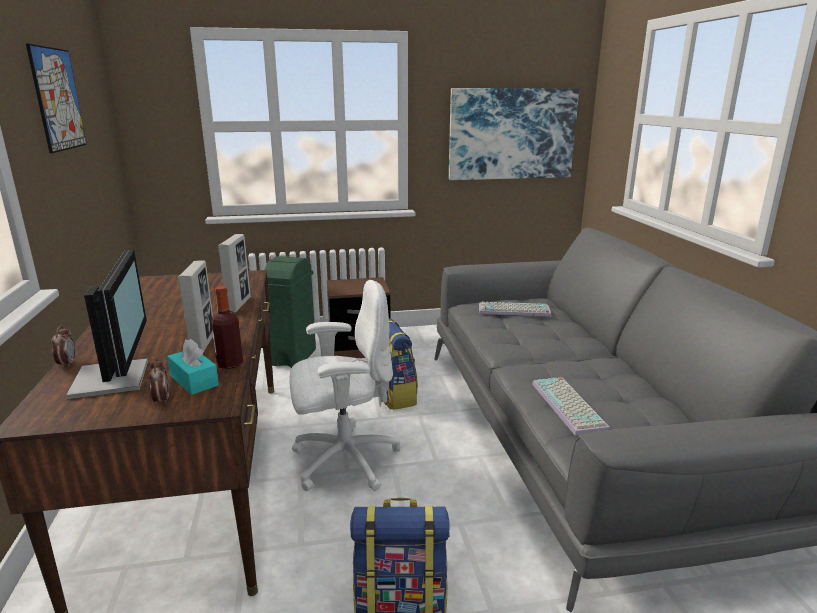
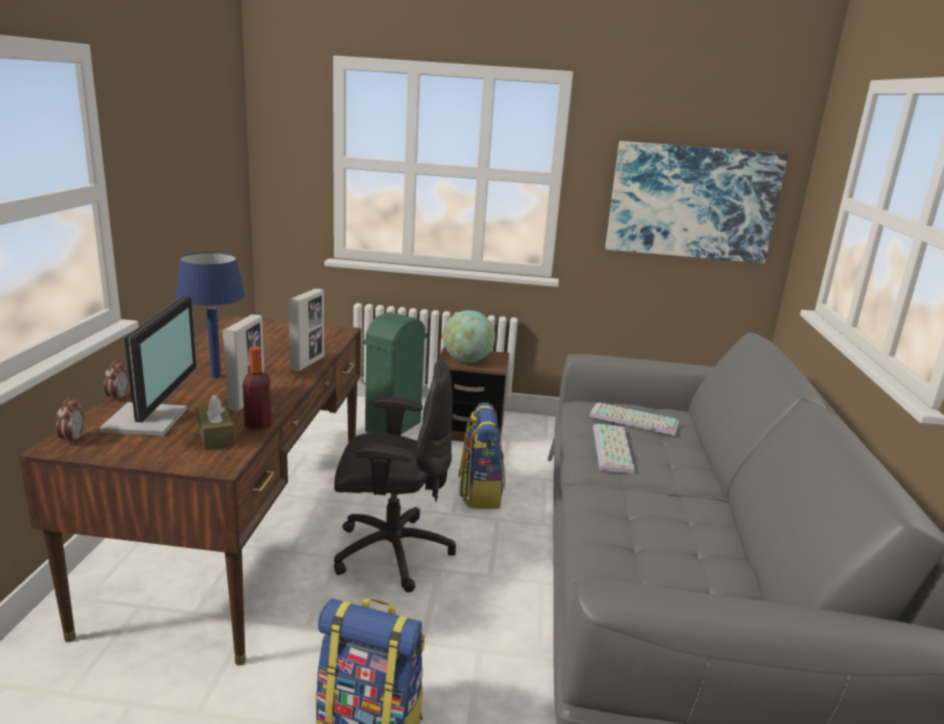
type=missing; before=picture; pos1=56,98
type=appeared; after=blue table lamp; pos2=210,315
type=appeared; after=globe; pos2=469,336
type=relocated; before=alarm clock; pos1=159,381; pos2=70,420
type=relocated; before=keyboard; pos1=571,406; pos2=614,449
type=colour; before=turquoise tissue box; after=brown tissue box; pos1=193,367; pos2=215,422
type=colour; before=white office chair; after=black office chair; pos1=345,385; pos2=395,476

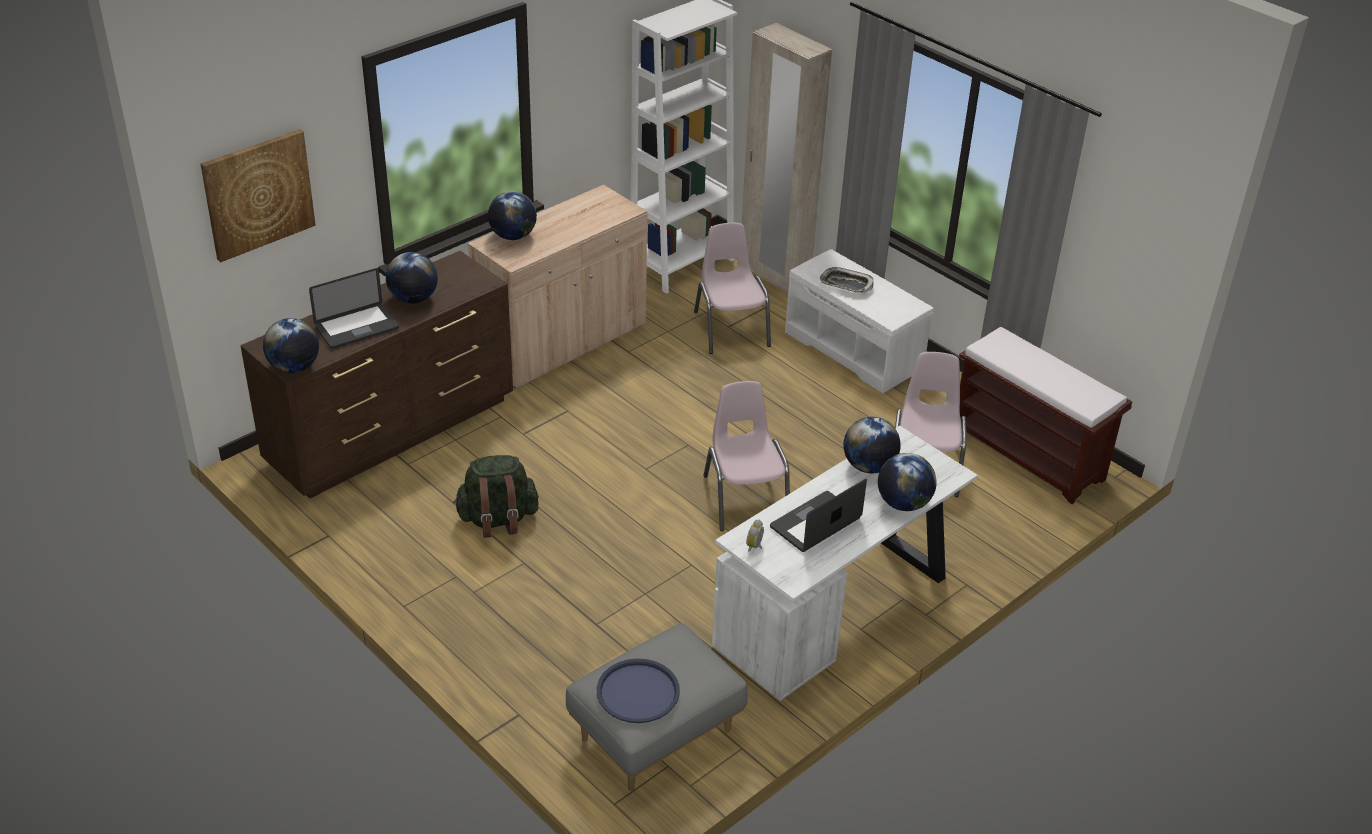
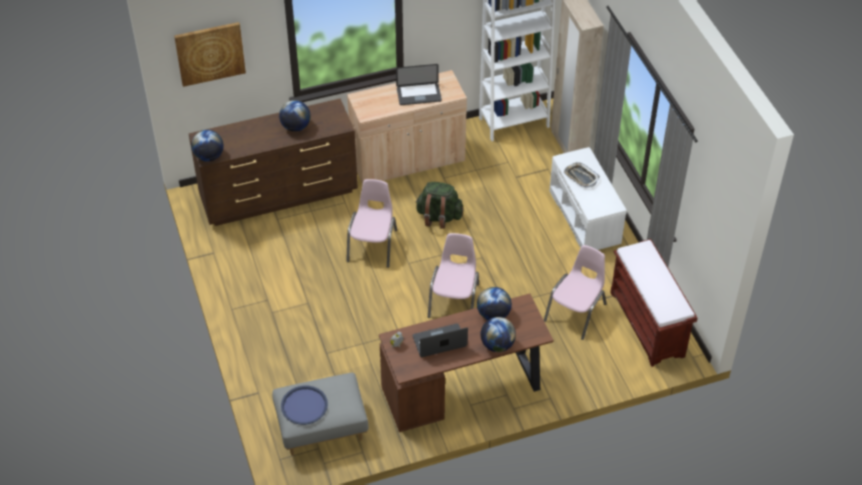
type=missing; before=globe; pos1=512,215
type=relocated; before=laptop; pos1=354,308; pos2=419,84
type=relocated; before=green backpack; pos1=496,496; pos2=439,205
type=relocated; before=pink chair; pos1=732,288; pos2=371,223
type=colour; before=white desk; after=brown desk; pos1=845,563; pos2=466,363

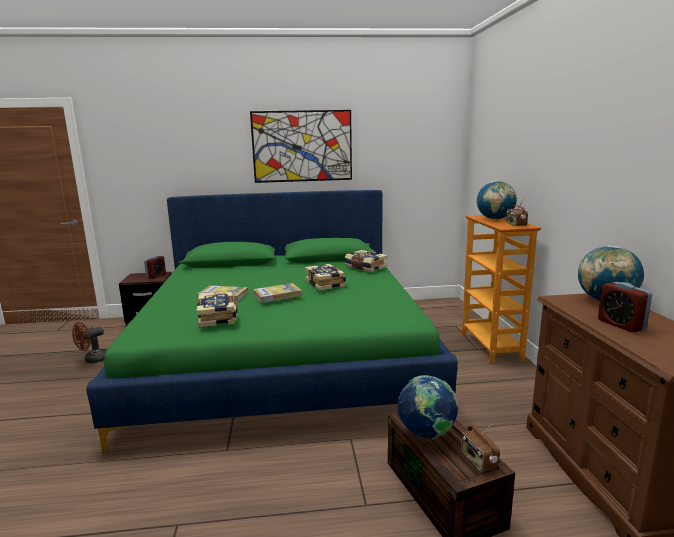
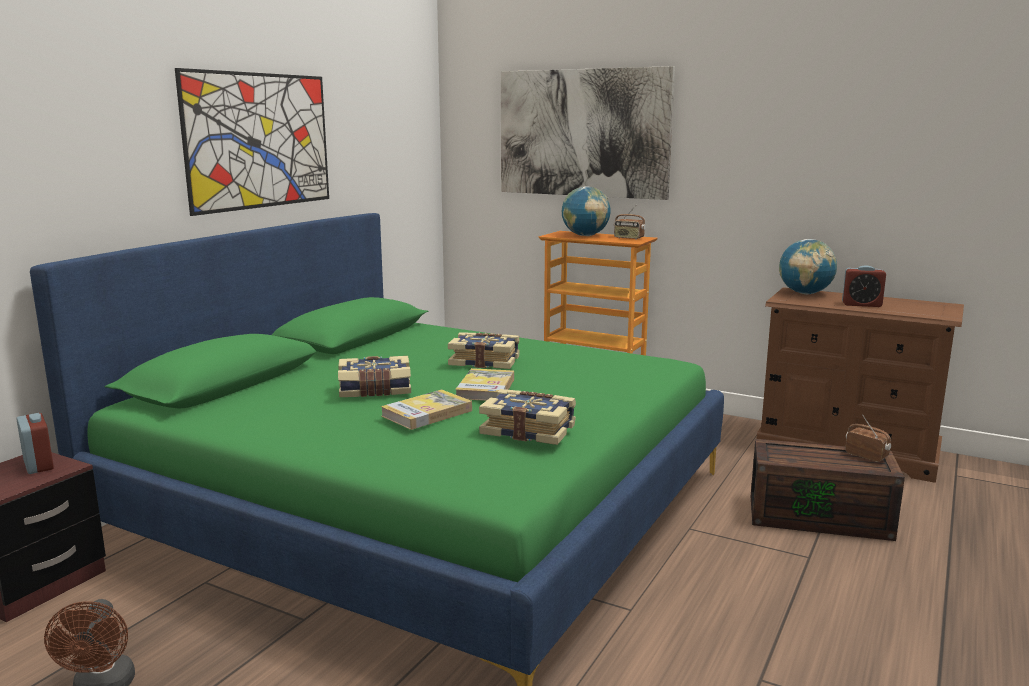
type=missing; before=globe; pos1=428,407
type=appeared; after=picture; pos2=588,133
type=relocated; before=book; pos1=366,261; pos2=374,376
type=spun; before=radio; pos1=480,448; pos2=868,438; turn=-150

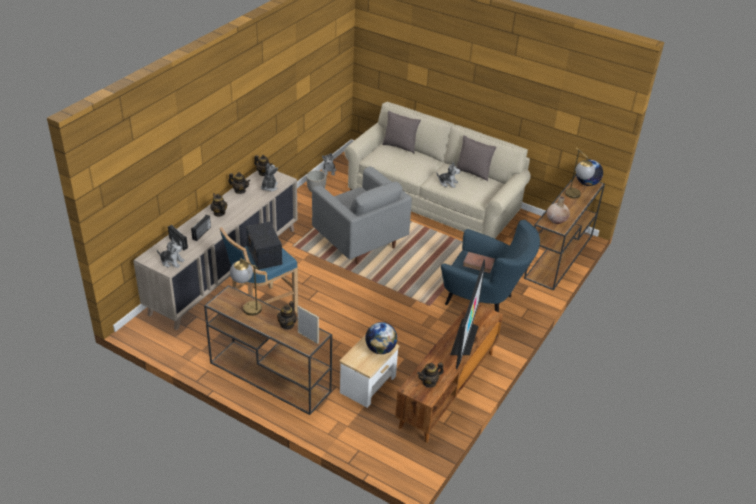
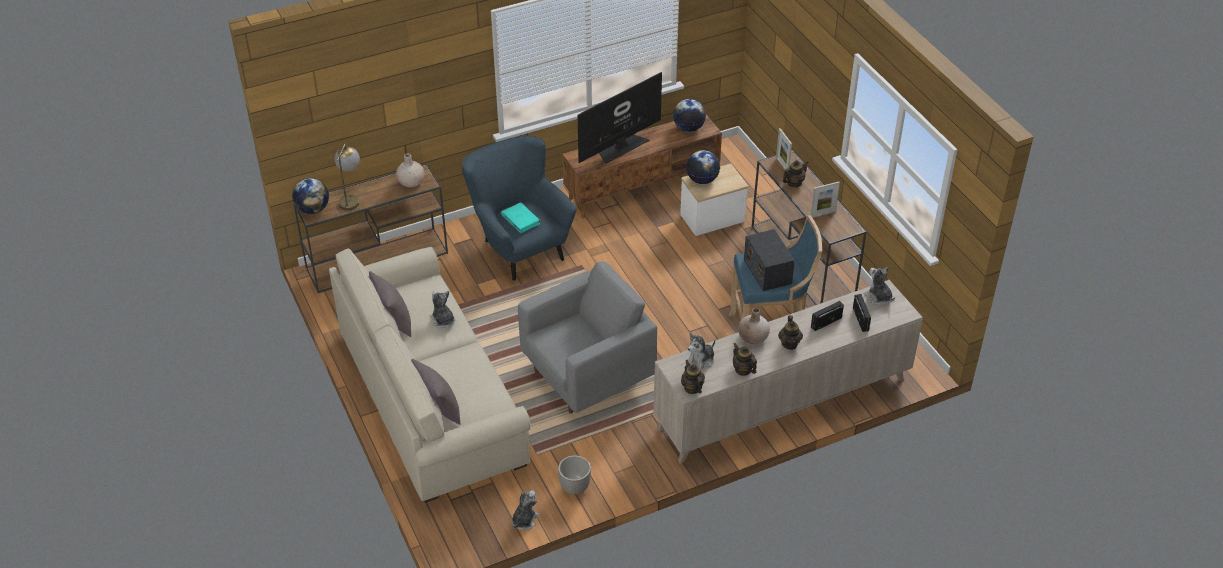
type=appeared; after=beige vase; pos2=754,326
type=exchanged; before=table lamp; after=picture frame; pos1=246,287; pos2=825,199
type=exchanged; before=teapot; after=globe; pos1=430,375; pos2=689,115
type=colour; before=brown book; after=turquoise book; pos1=479,262; pos2=520,217
type=spun; before=radio; pos1=264,246; pos2=769,260; turn=150
type=spun; before=grey armchair; pos1=362,215; pos2=587,337; turn=60

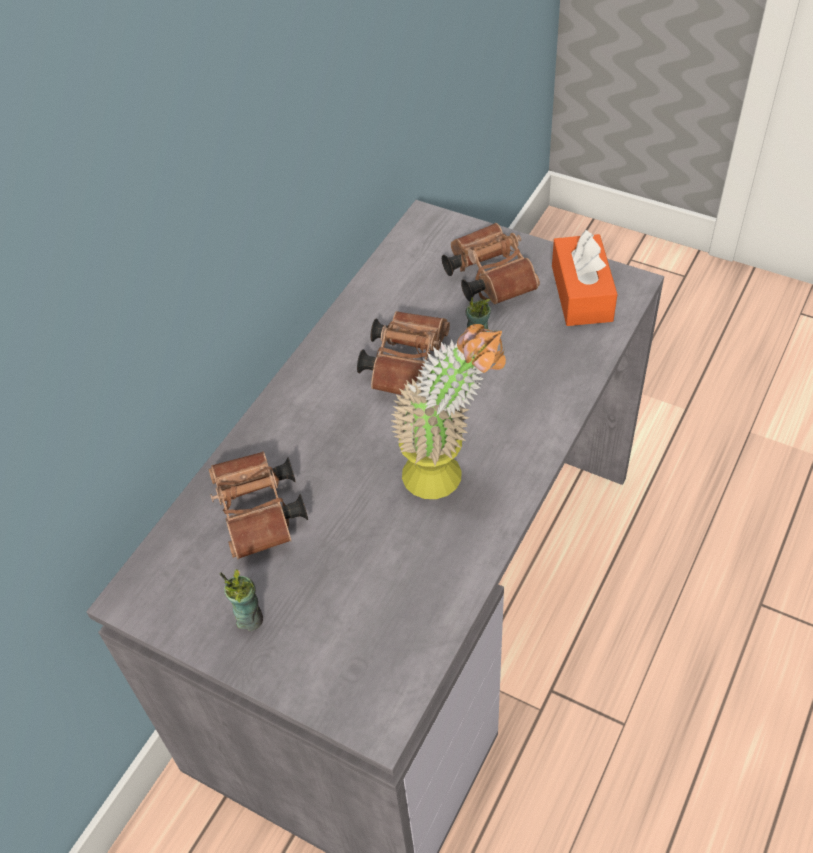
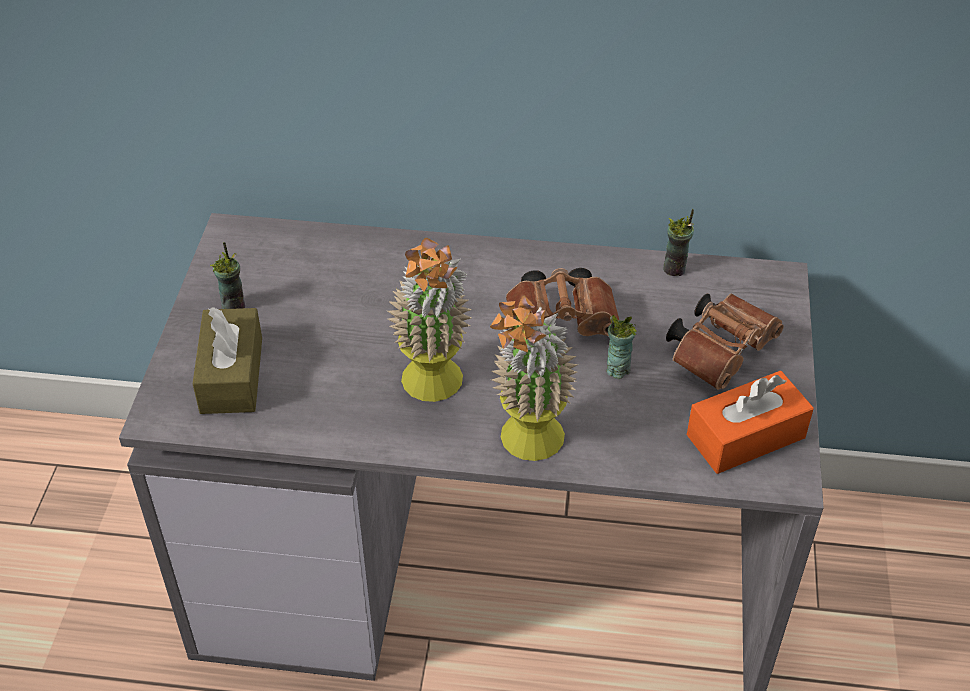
type=missing; before=brown binoculars; pos1=258,505
type=appeared; after=brown tissue box; pos2=227,360
type=appeared; after=potted plant; pos2=534,378
type=appeared; after=cup; pos2=678,242

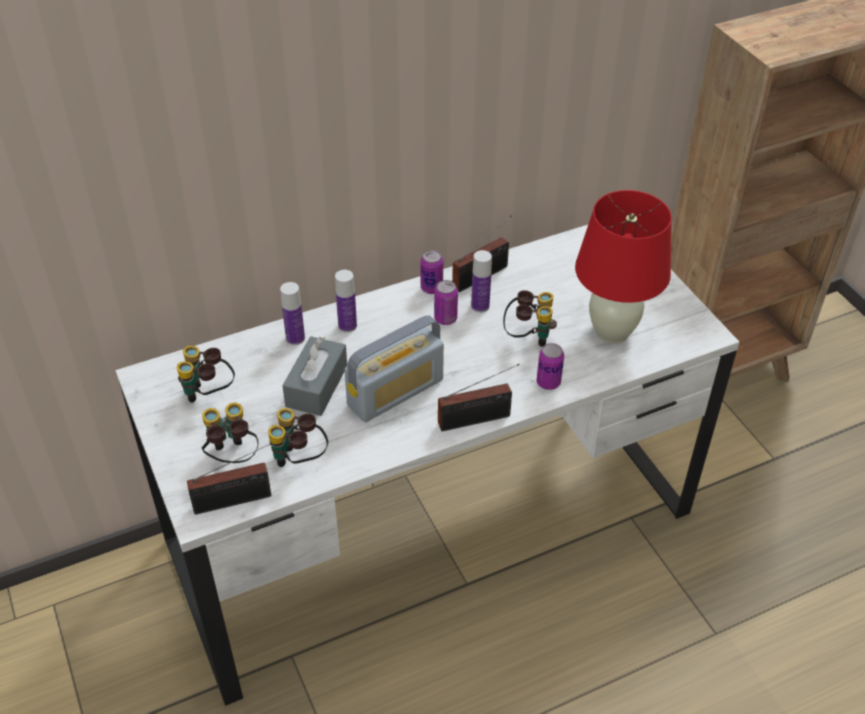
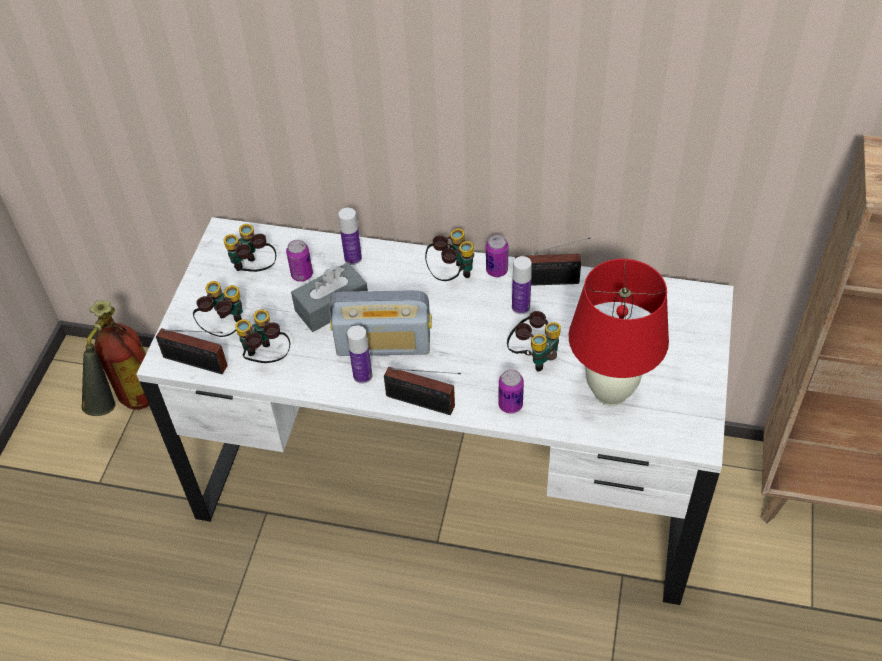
type=appeared; after=fire extinguisher; pos2=115,358
type=appeared; after=binoculars; pos2=449,255
type=relocated; before=bottle; pos1=346,301; pos2=359,354
type=relocated; before=can; pos1=446,302; pos2=299,261

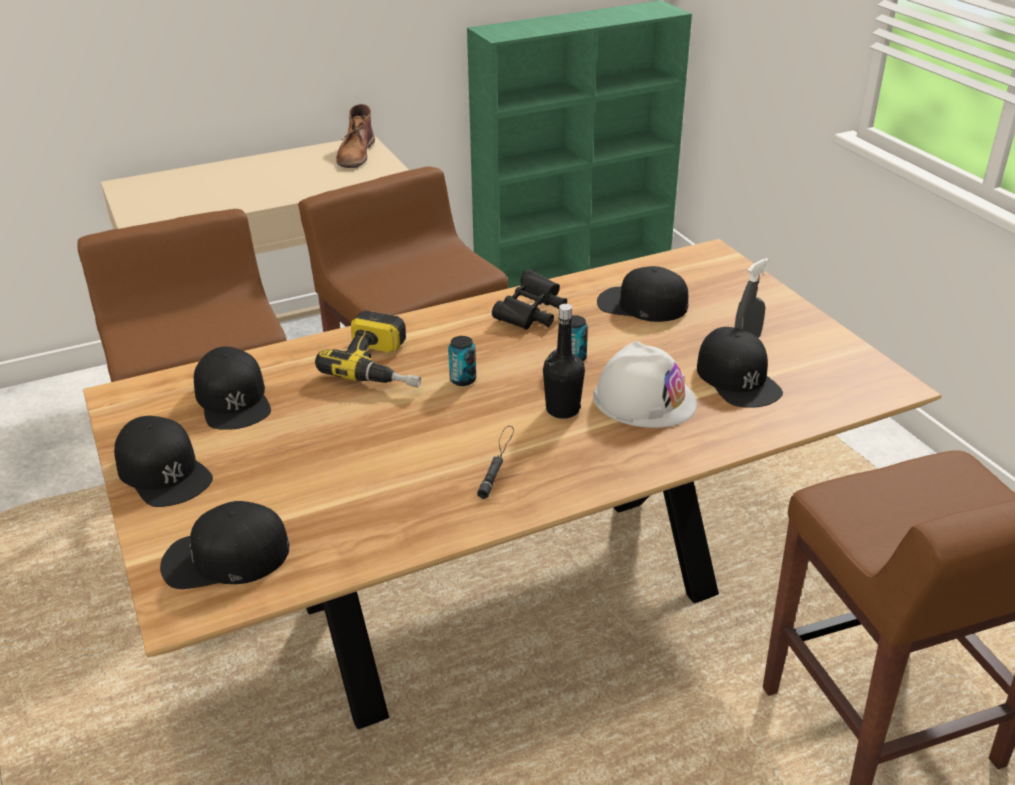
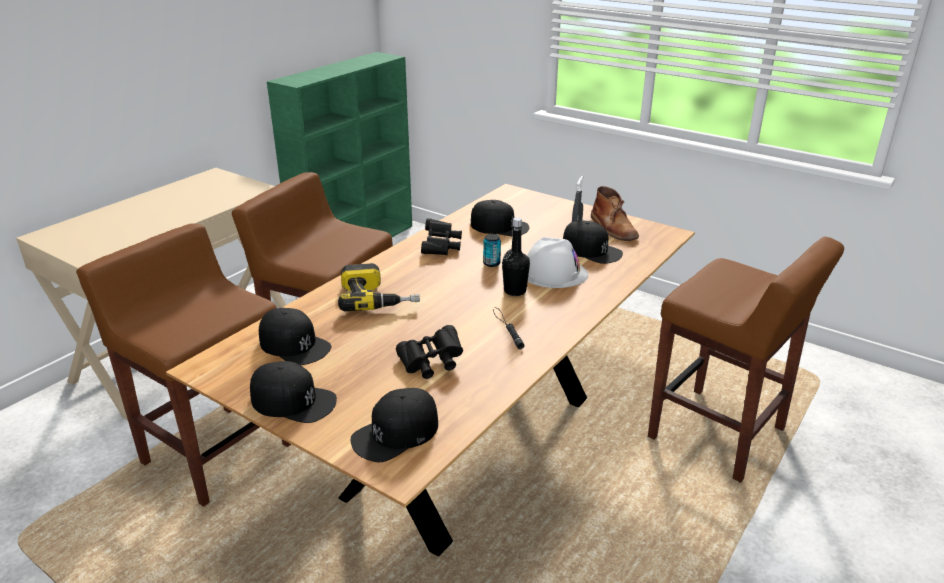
type=missing; before=can; pos1=462,361
type=appeared; after=black binoculars; pos2=429,352
type=relocated; before=brown boot; pos1=355,136; pos2=615,213
type=spun; before=black cap; pos1=643,294; pos2=500,218; turn=-150

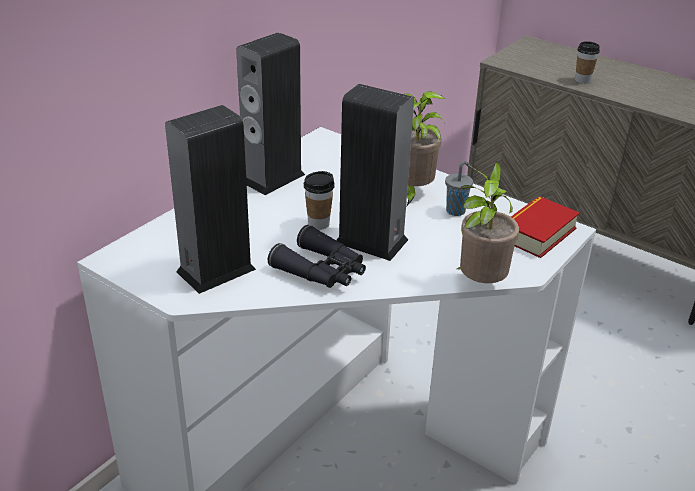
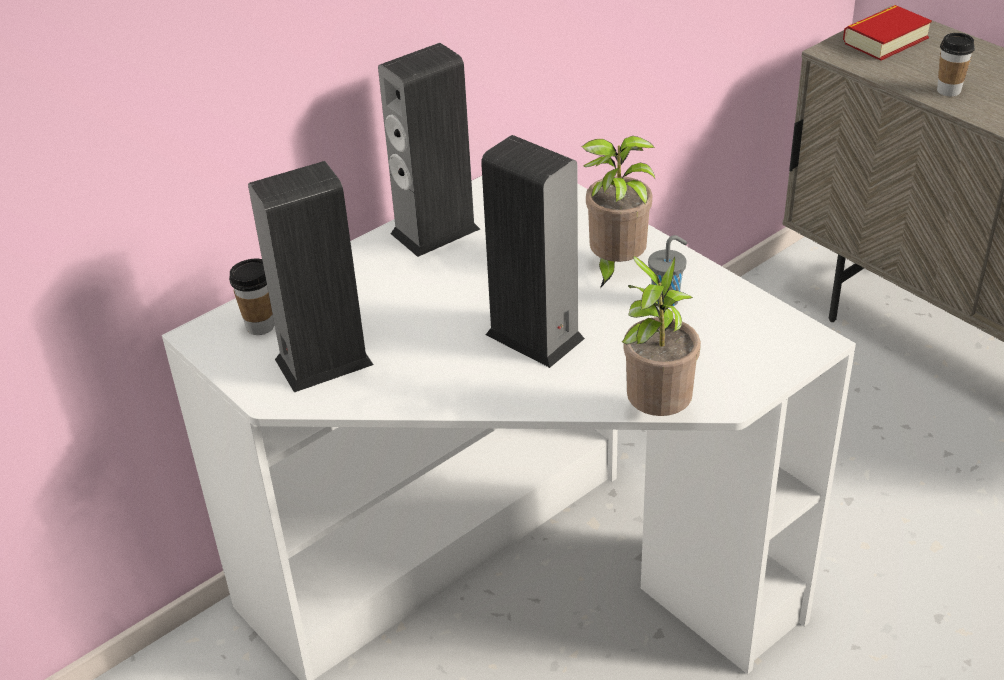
type=missing; before=black binoculars; pos1=317,256
type=relocated; before=cup; pos1=319,200; pos2=251,297
type=relocated; before=book; pos1=545,227; pos2=887,33

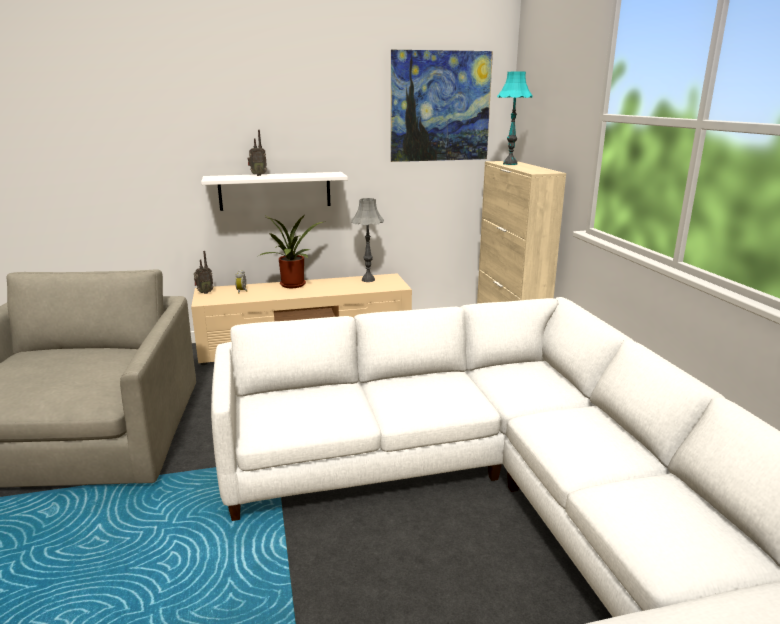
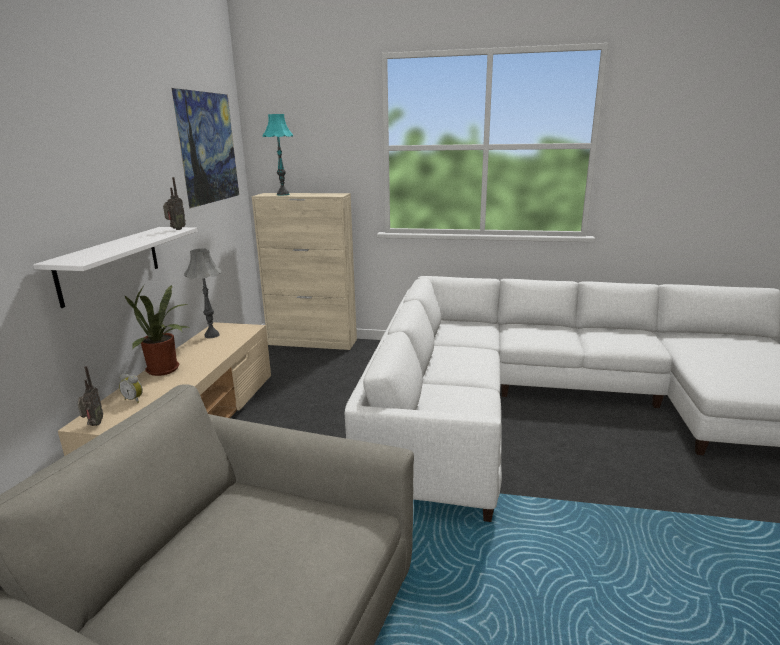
type=relocated; before=radio; pos1=257,153; pos2=174,203

